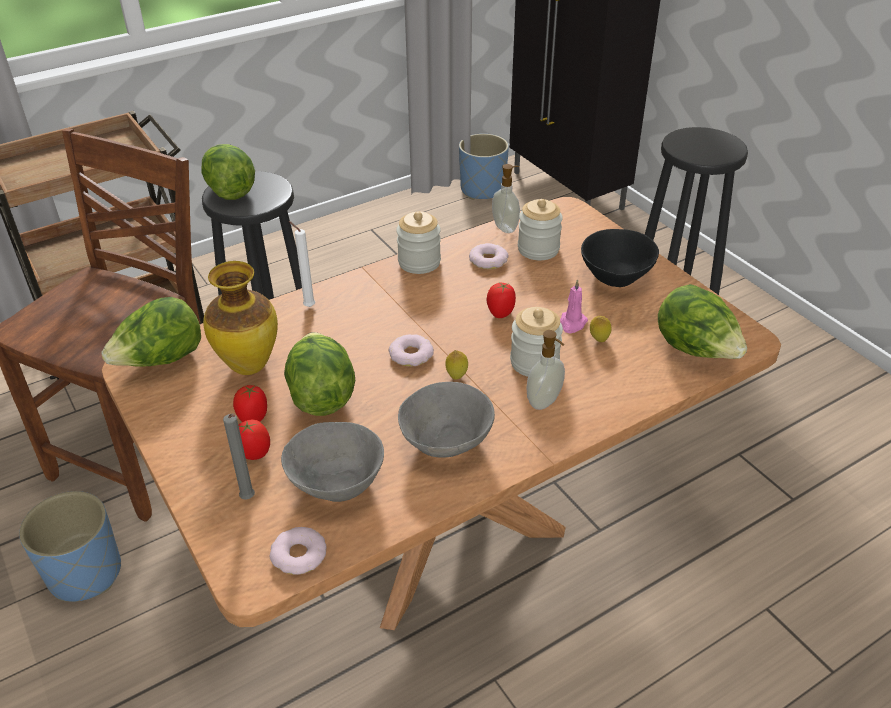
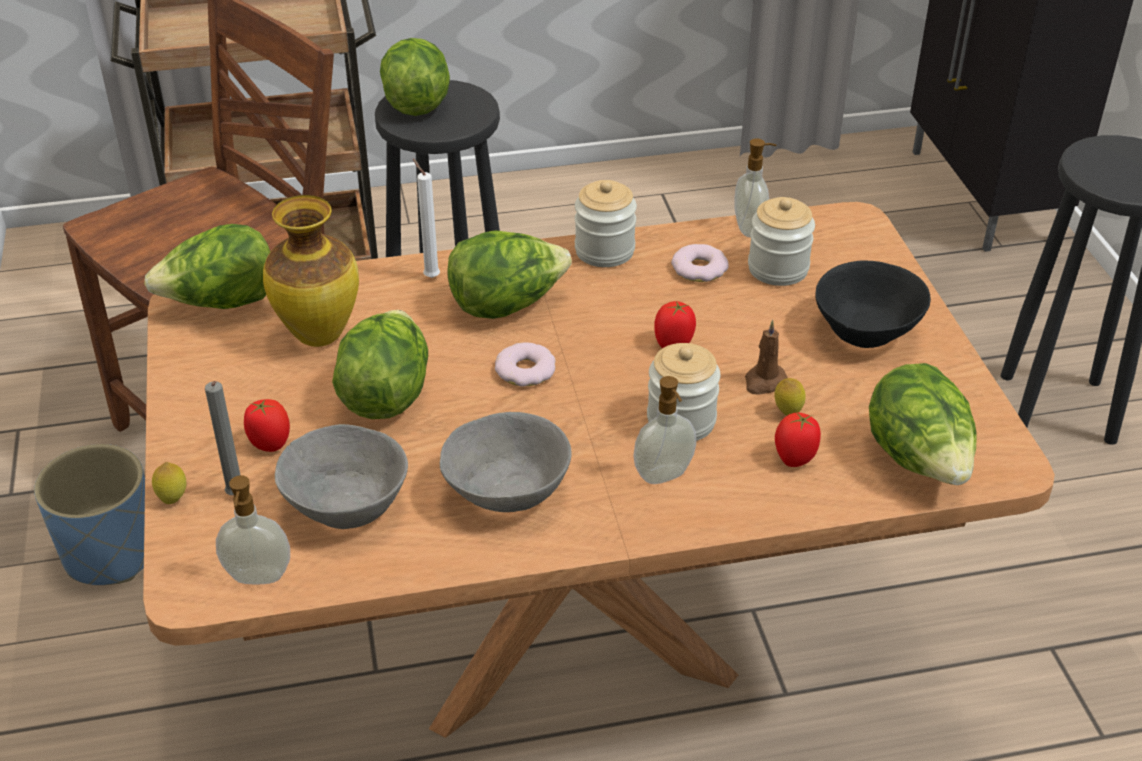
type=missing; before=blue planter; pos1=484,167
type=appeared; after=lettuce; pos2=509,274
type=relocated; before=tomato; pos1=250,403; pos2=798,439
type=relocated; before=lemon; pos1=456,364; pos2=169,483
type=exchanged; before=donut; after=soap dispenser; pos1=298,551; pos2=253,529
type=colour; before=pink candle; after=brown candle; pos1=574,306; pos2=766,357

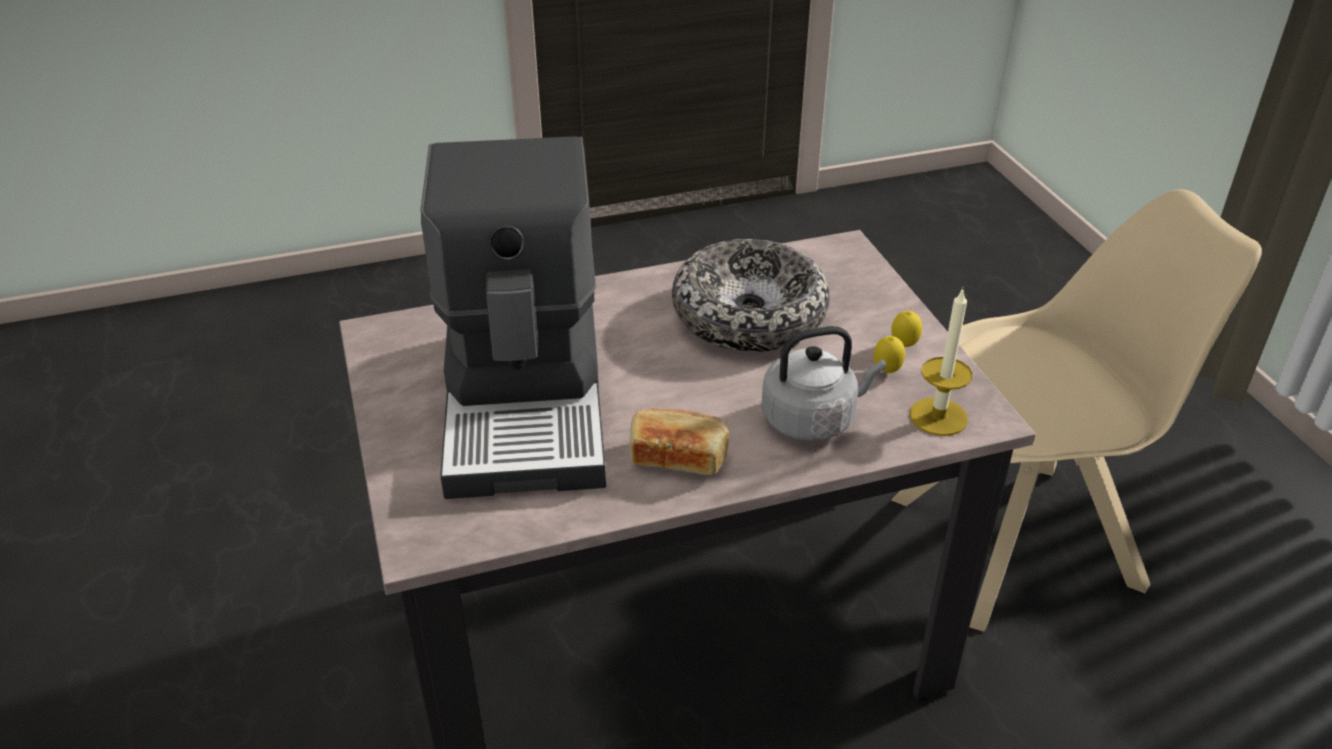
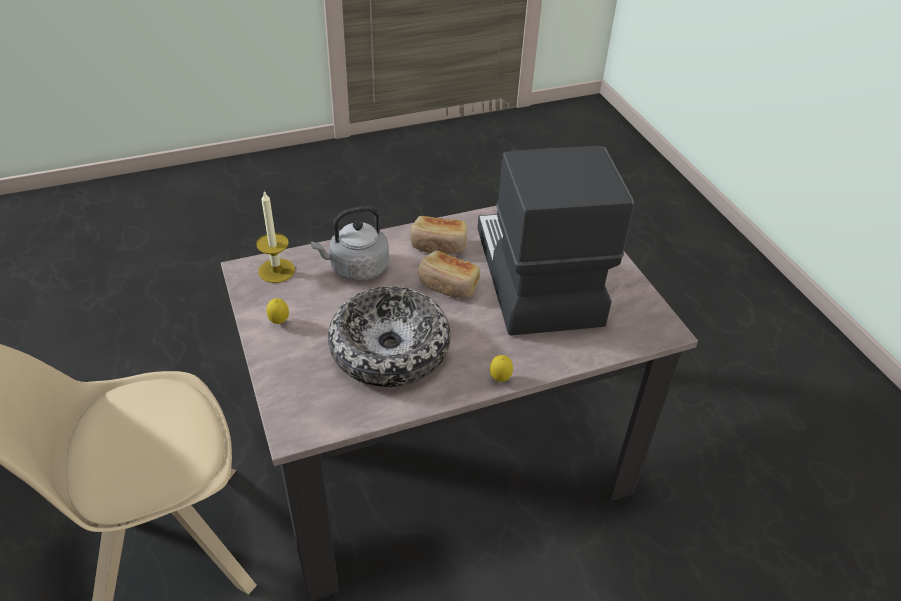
type=appeared; after=bread; pos2=449,274
type=relocated; before=lemon; pos1=889,354; pos2=501,368

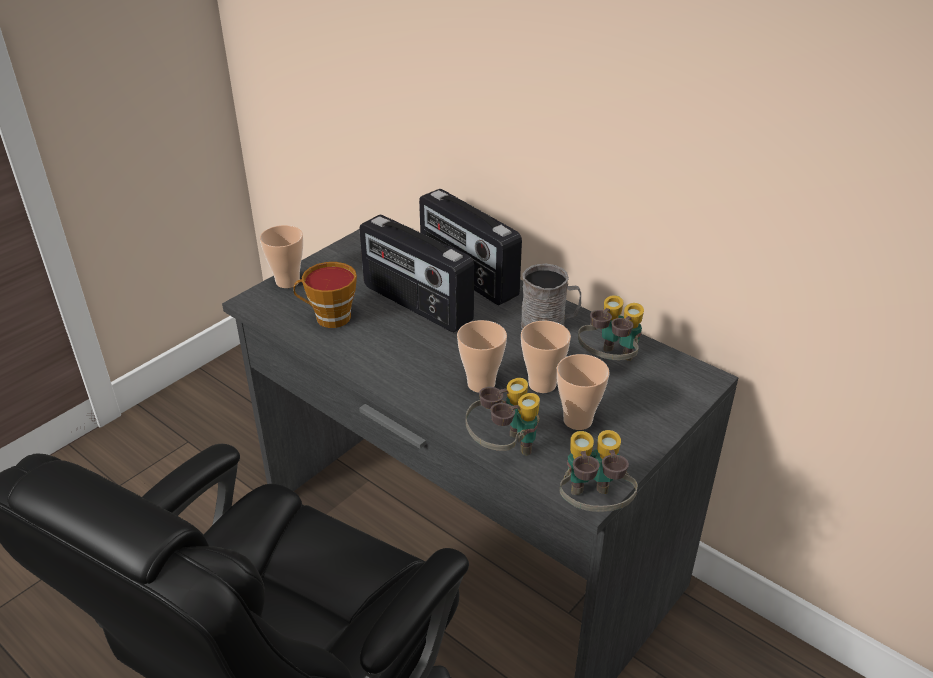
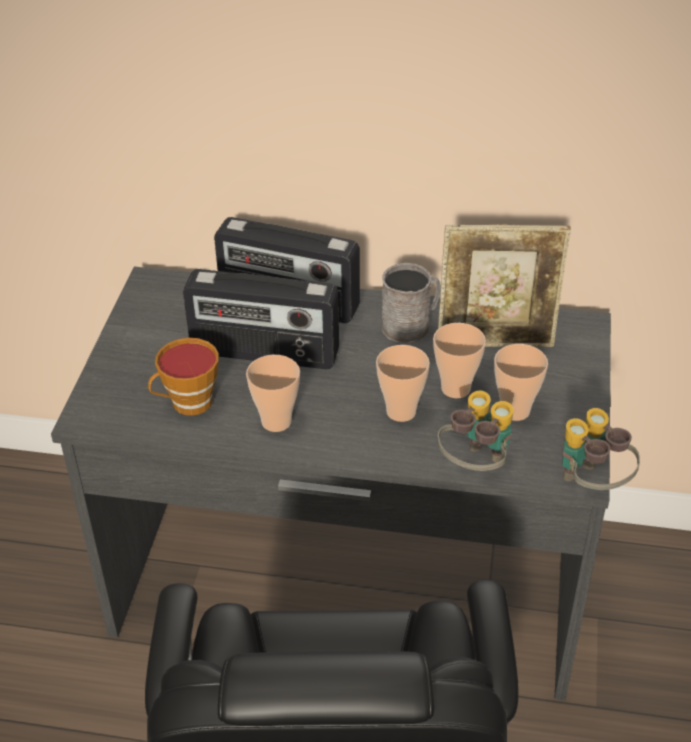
type=relocated; before=cup; pos1=281,256; pos2=273,393
type=exchanged; before=binoculars; after=picture frame; pos1=611,328; pos2=504,285

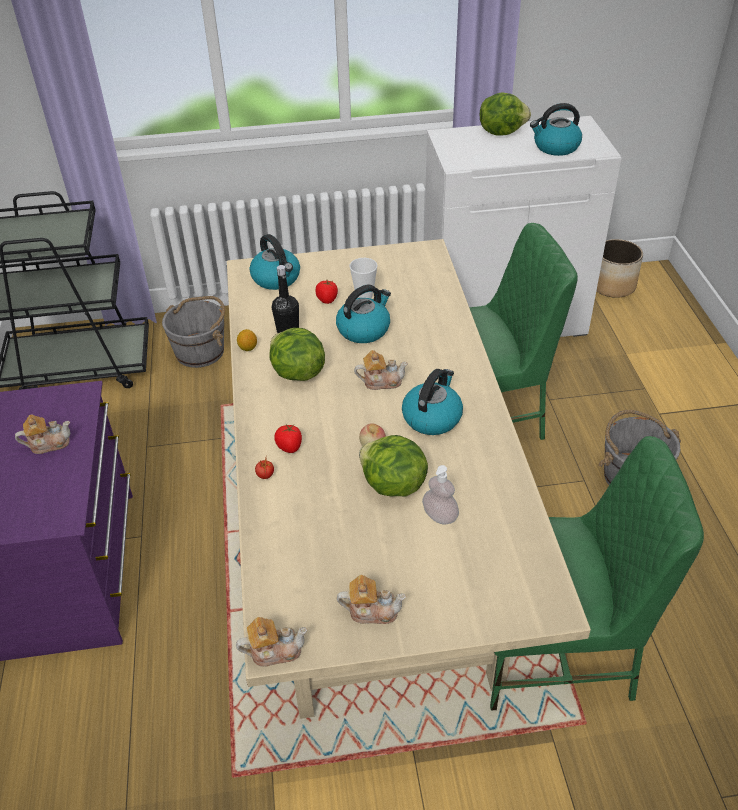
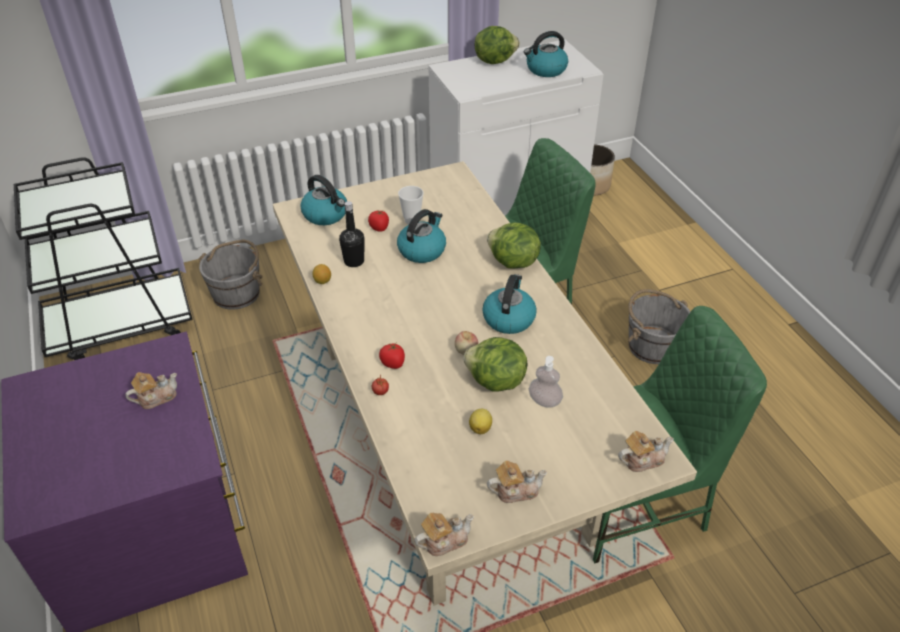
type=appeared; after=lemon; pos2=480,421
type=relocated; before=lettuce; pos1=297,354; pos2=514,246
type=relocated; before=teapot; pos1=381,370; pos2=646,451

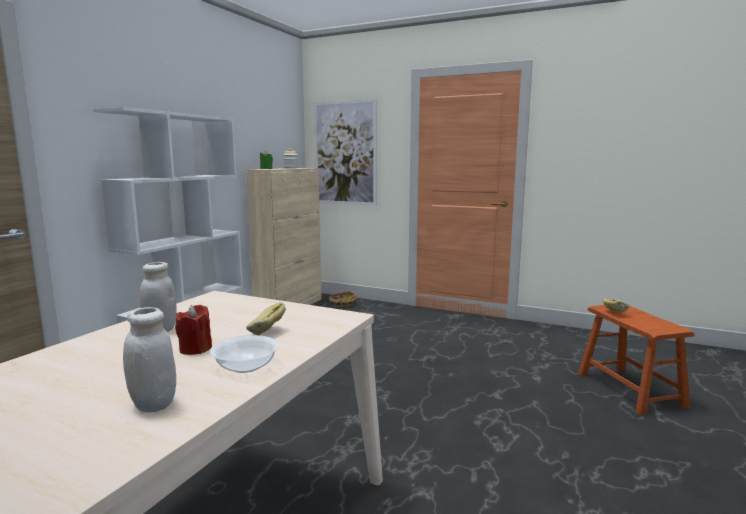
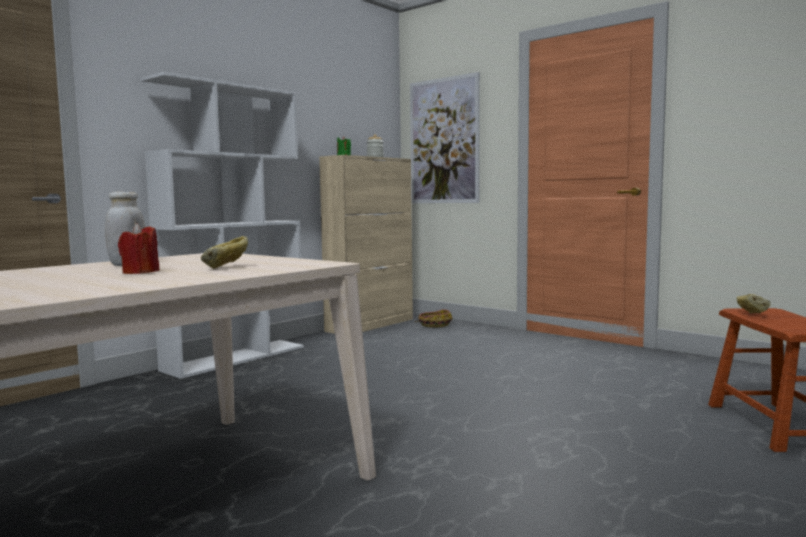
type=missing; before=white jar; pos1=149,359
type=missing; before=bowl; pos1=244,354

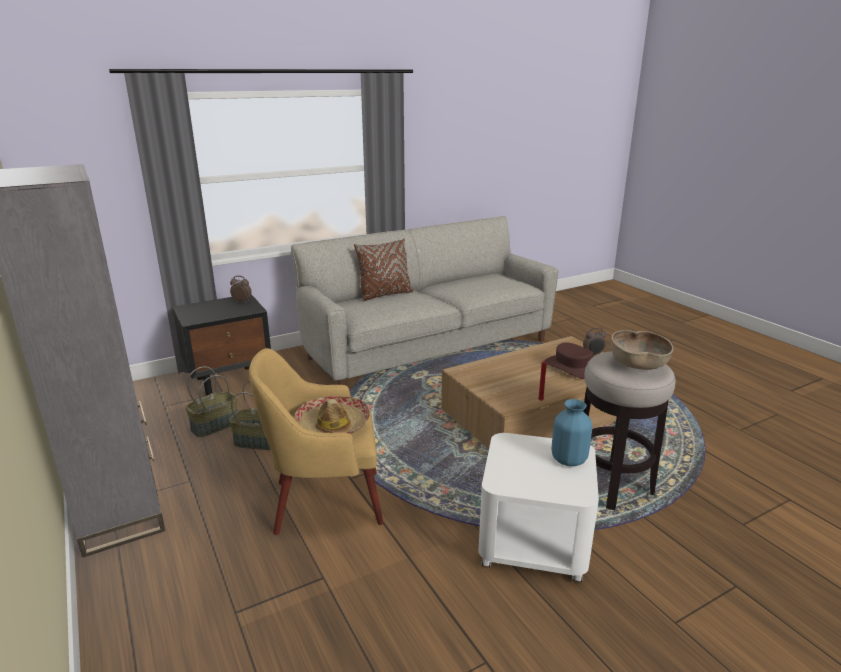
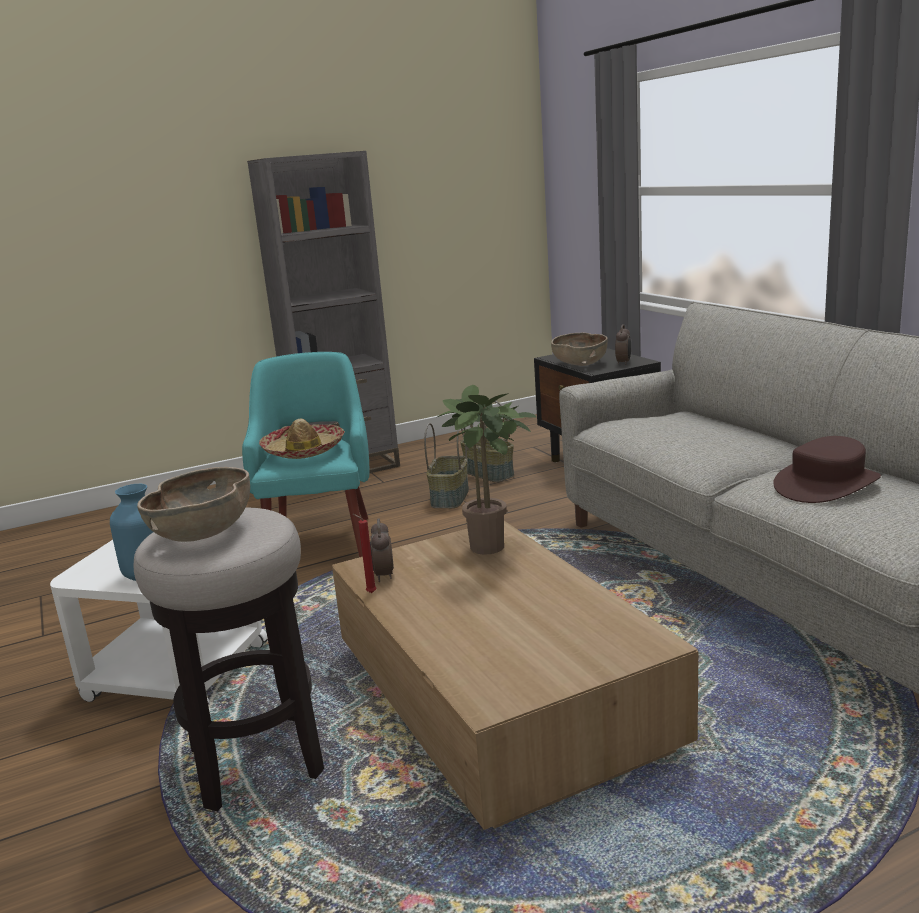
type=missing; before=brown pillow; pos1=383,270
type=appeared; after=potted plant; pos2=486,470
type=appeared; after=brown bowl; pos2=579,349
type=relocated; before=brown hat; pos1=569,360; pos2=827,469
type=relocated; before=alarm clock; pos1=594,341; pos2=382,550
type=colour; before=yellow armchair; after=turquoise armchair; pos1=316,441; pos2=306,454

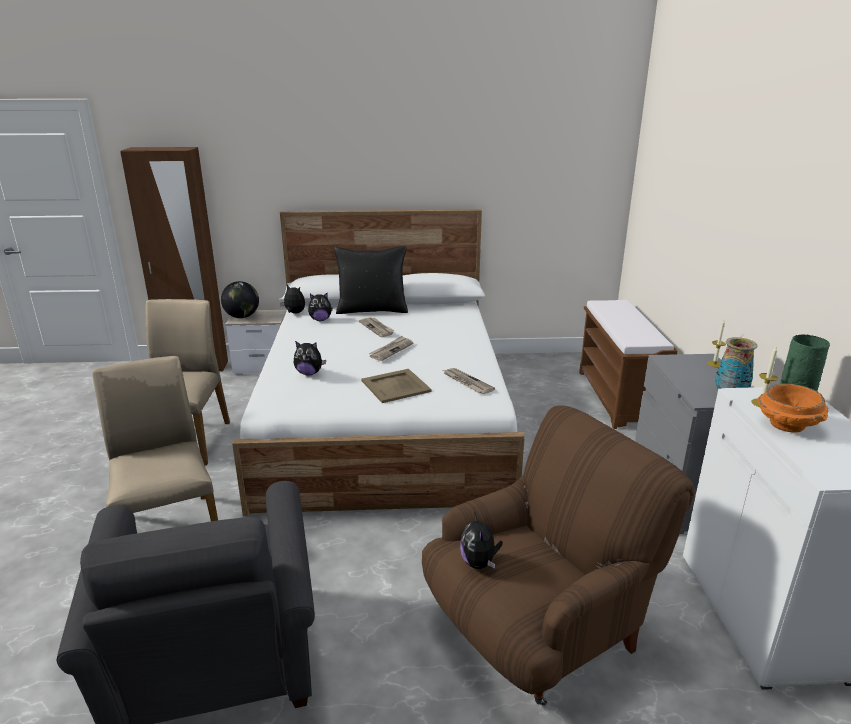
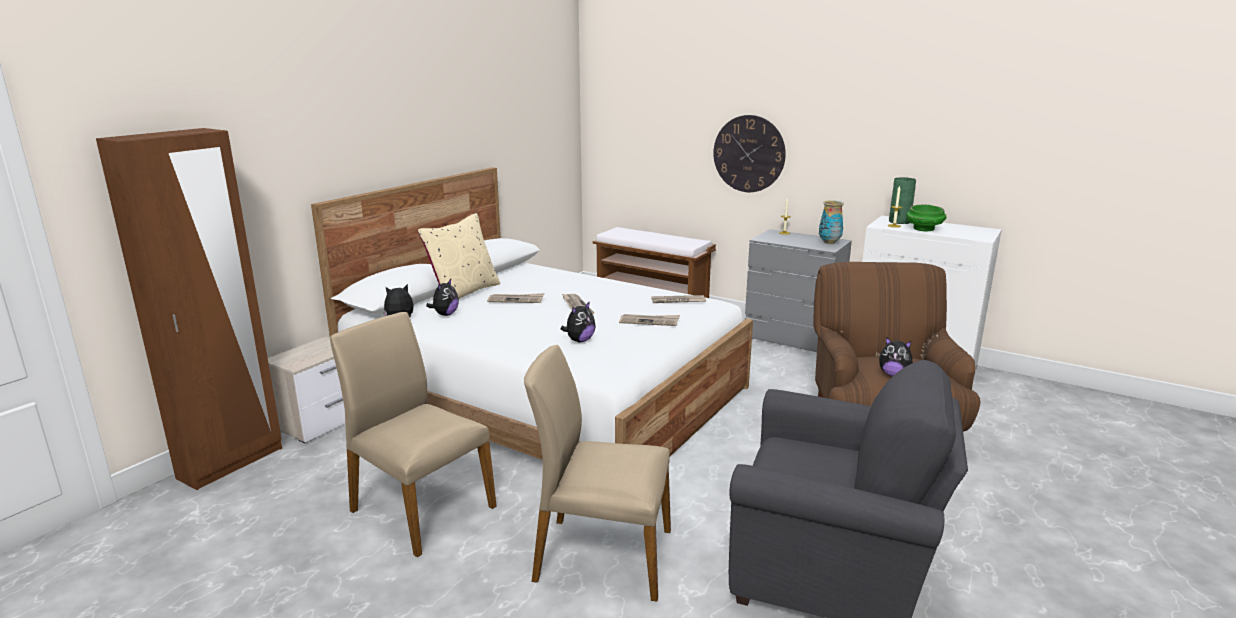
type=missing; before=globe; pos1=240,299
type=appeared; after=wall clock; pos2=749,153
type=exchanged; before=beige tray; after=newspaper; pos1=397,386; pos2=649,320
type=colour; before=black pillow; after=beige pillow; pos1=371,280; pos2=459,256
type=colour; before=orange bowl; after=green bowl; pos1=793,408; pos2=927,218

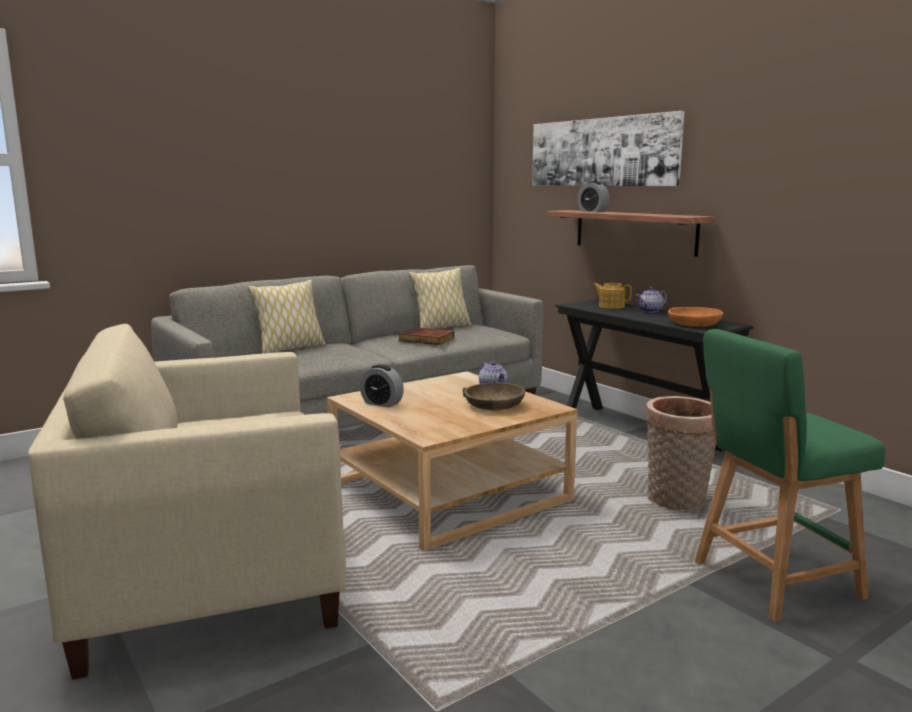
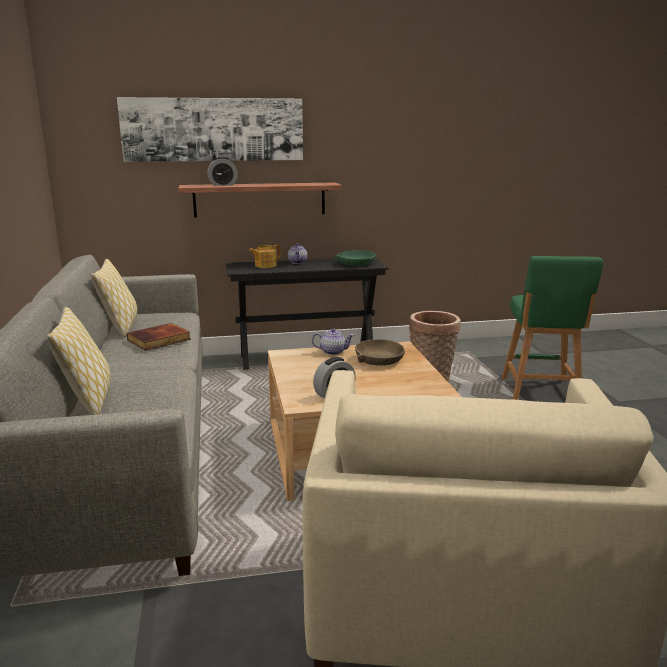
type=colour; before=orange bowl; after=green bowl; pos1=696,317; pos2=355,258

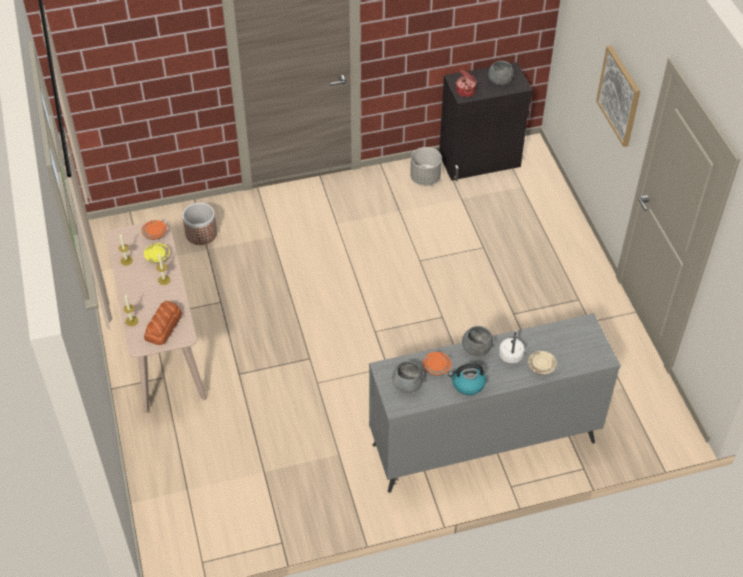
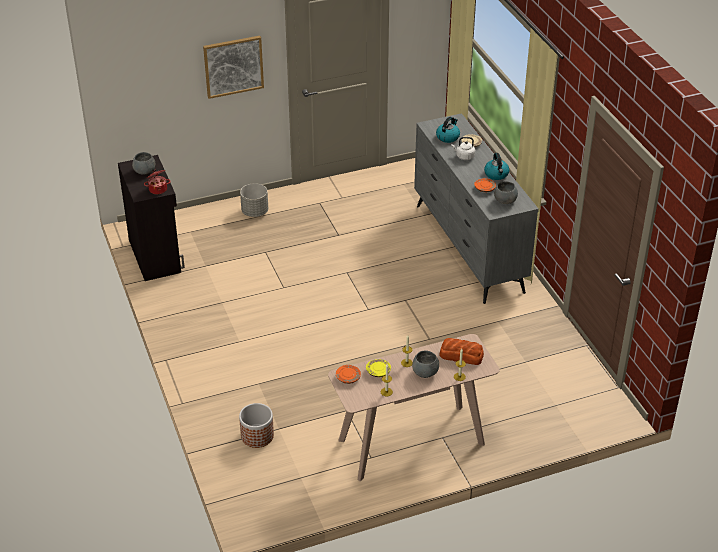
type=appeared; after=kettle; pos2=448,130
type=relocated; before=grey planter; pos1=426,166; pos2=254,200
type=relocated; before=grey bowl; pos1=477,341; pos2=425,364

